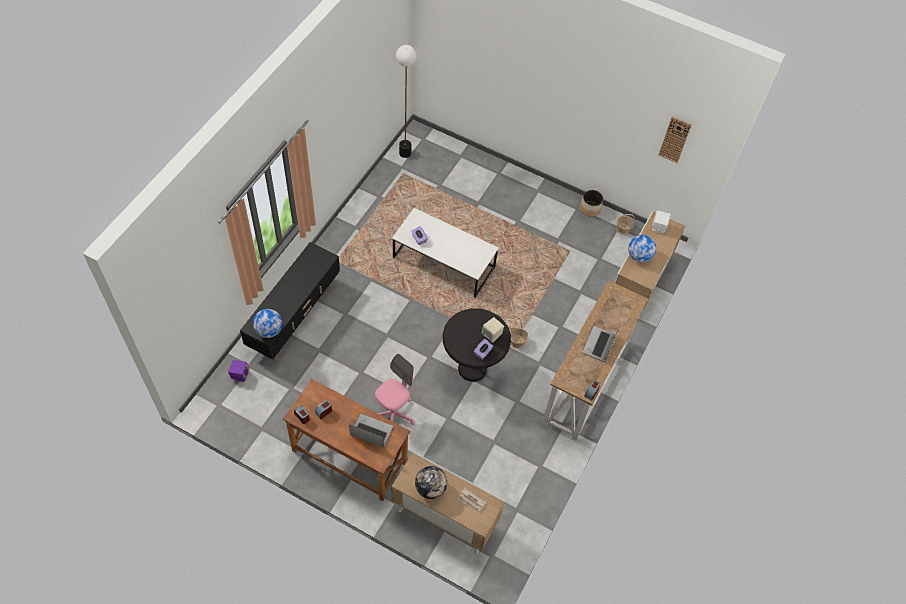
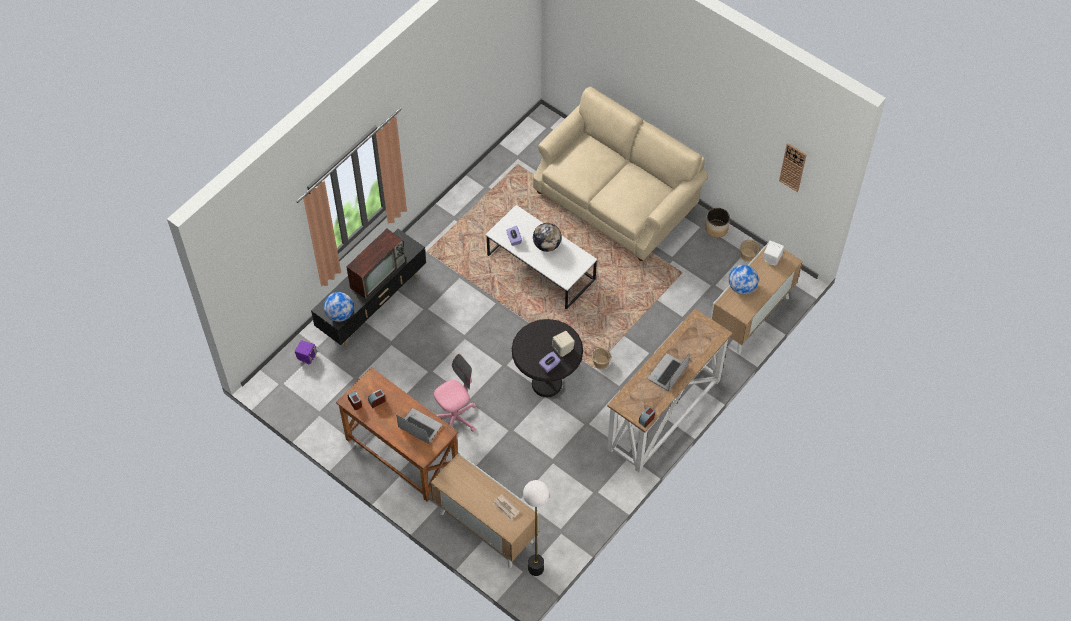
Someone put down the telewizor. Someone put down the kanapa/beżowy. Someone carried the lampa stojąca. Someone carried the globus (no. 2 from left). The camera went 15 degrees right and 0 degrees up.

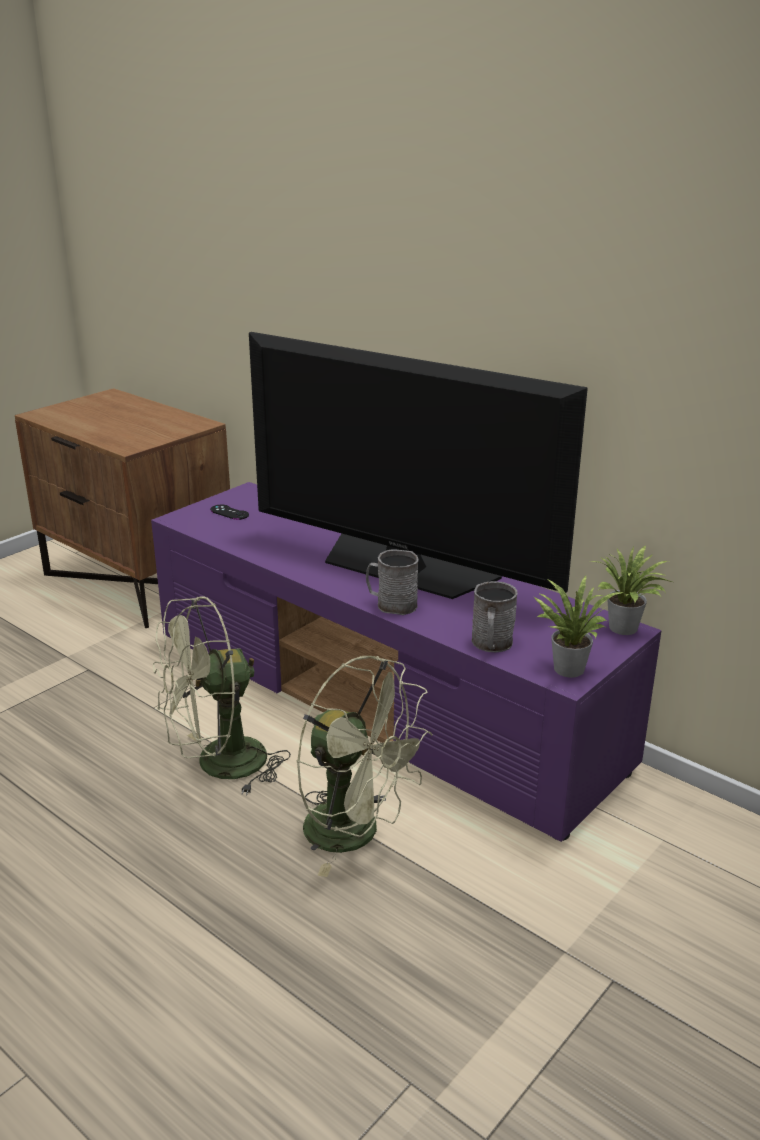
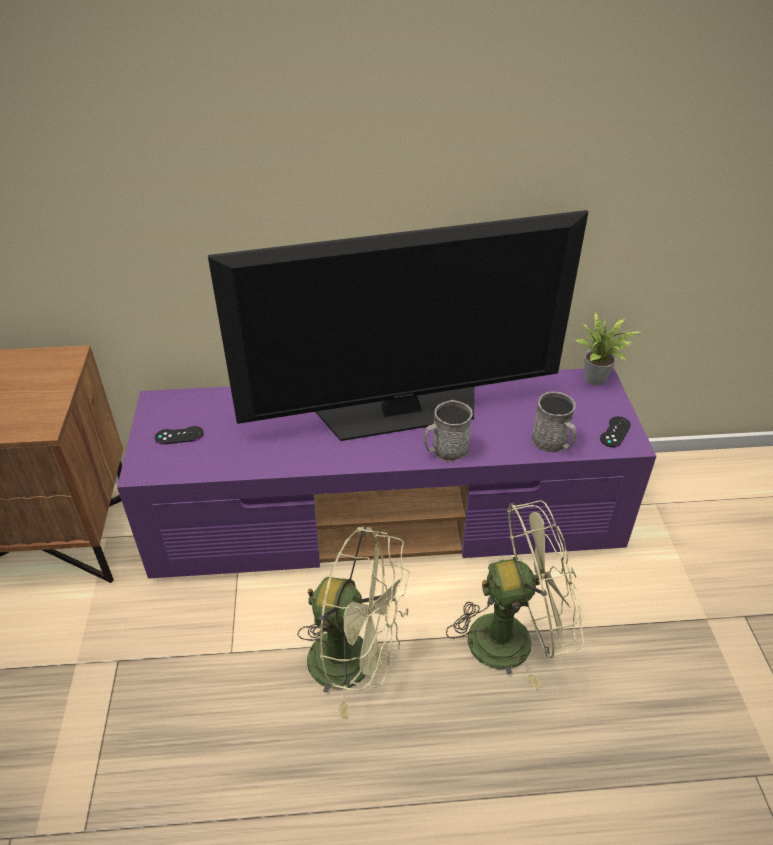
Someone swapped the roślina doniczkowa (no. 1 from left) for the pad do gier/czarny (no. 2 from left). Someone rotated the wentylator/zielony (no. 1 from left) by 90 degrees counterclockwise. The camera went 45 degrees left and 15 degrees up.

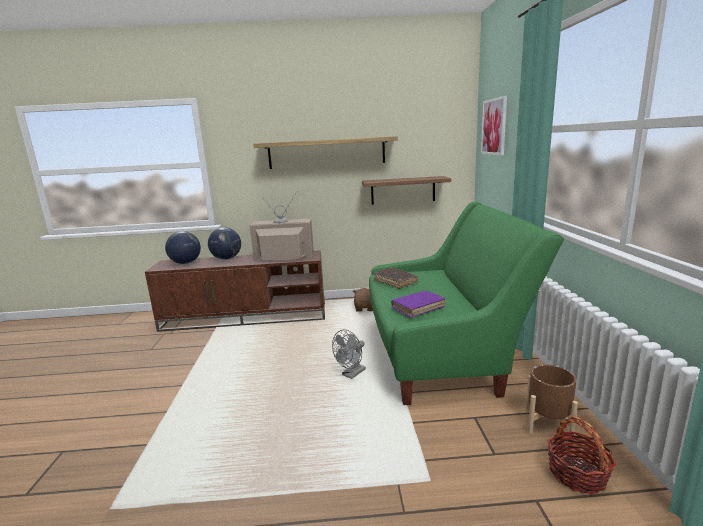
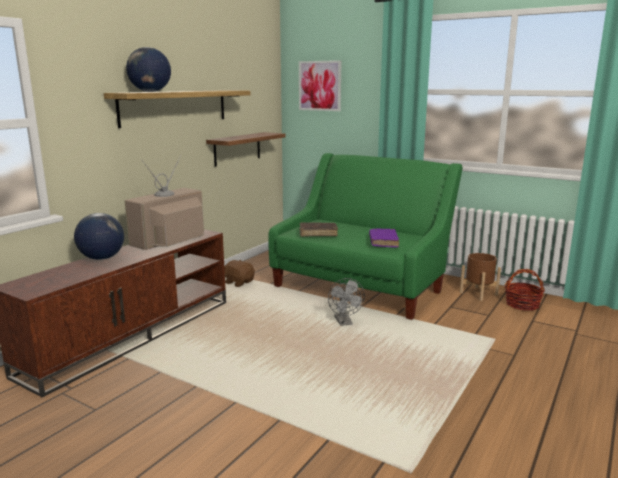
Someone carried the globus (no. 1 from left in the first image). The camera went 55 degrees left and 0 degrees up.

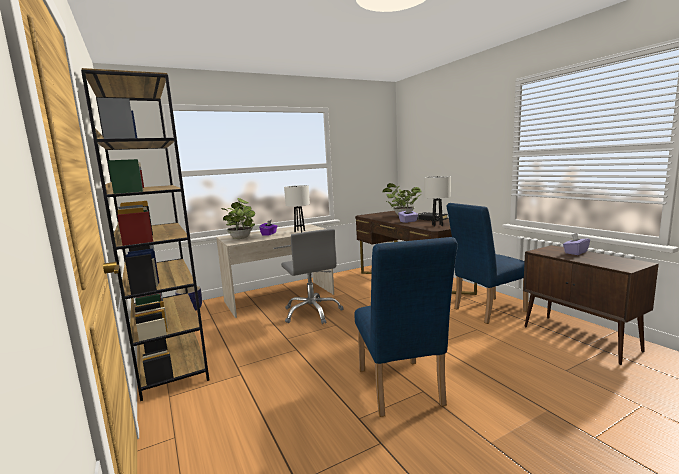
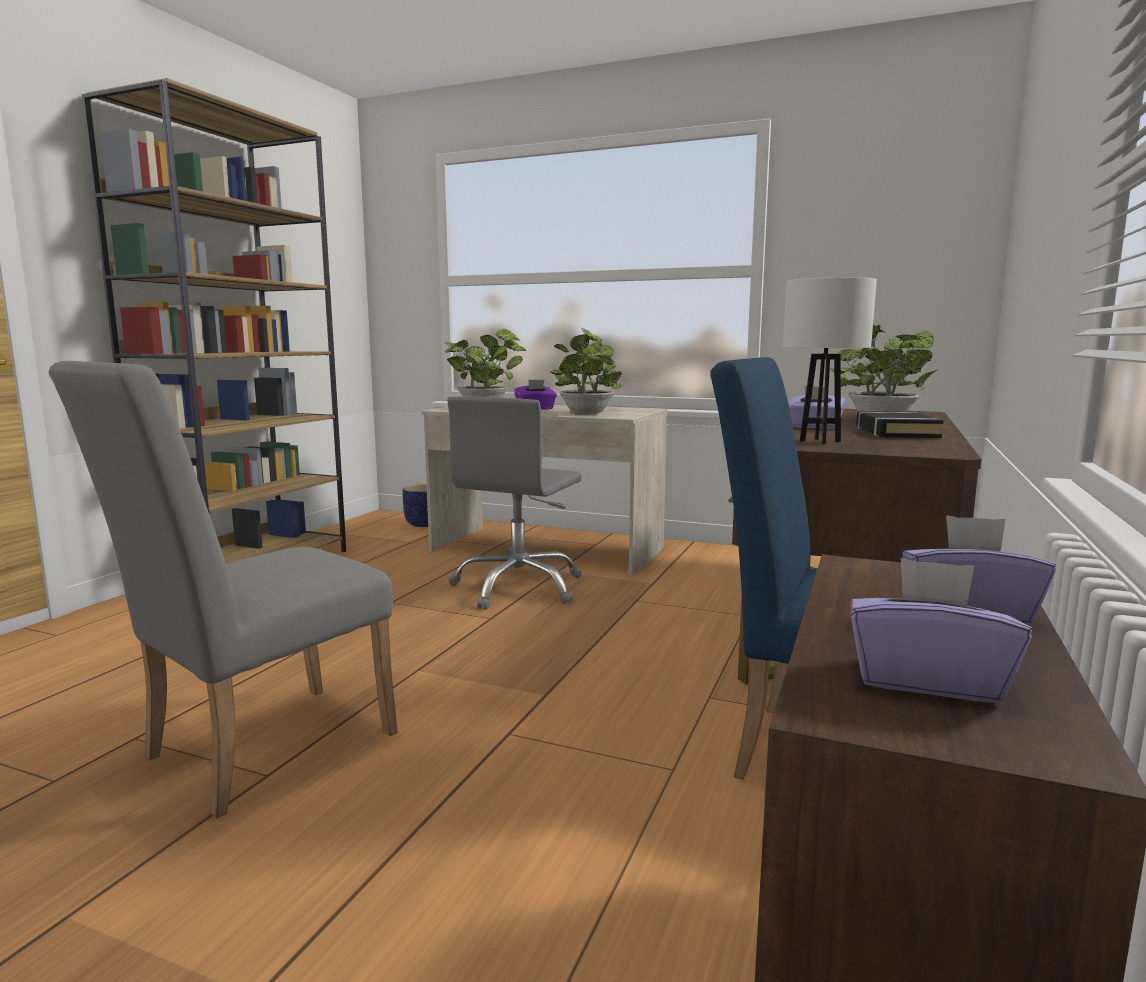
Someone put down the pudełko chusteczek/fioletowy (no. 3 from left). Someone swapped the lampa stołowa/biały (no. 1 from left) for the roślina doniczkowa (no. 2 from left). Someone repainted the krzesło/niebieski (no. 1 from left), which became the krzesło/szary. The camera went 50 degrees right and 0 degrees up.

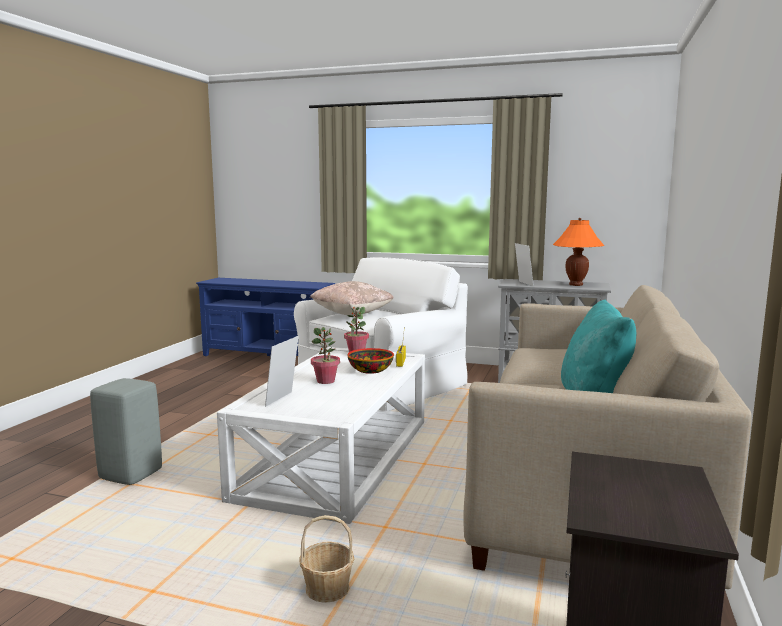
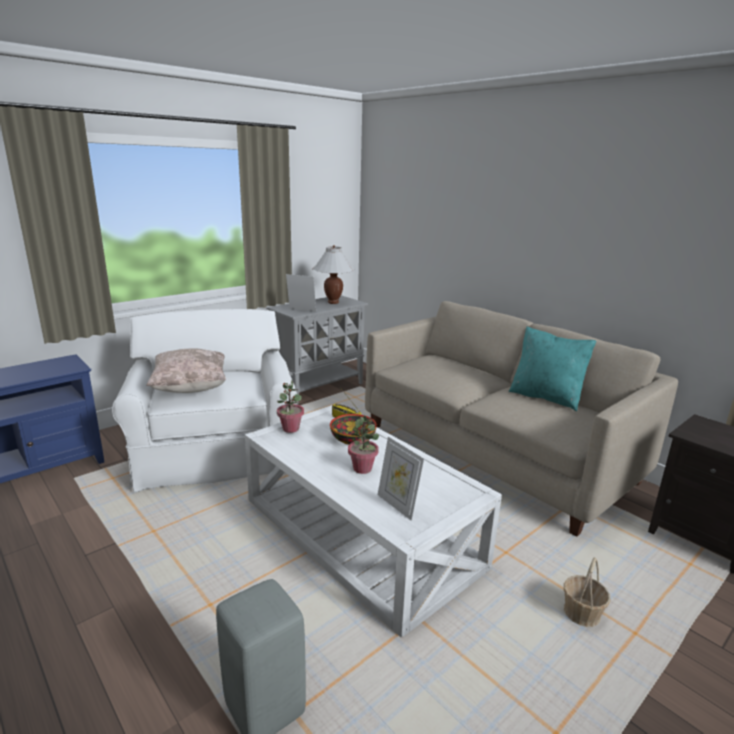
Someone repainted the lampa stołowa/pomarańczowy, which became the lampa stołowa/biały. The camera went 60 degrees left and 10 degrees up.

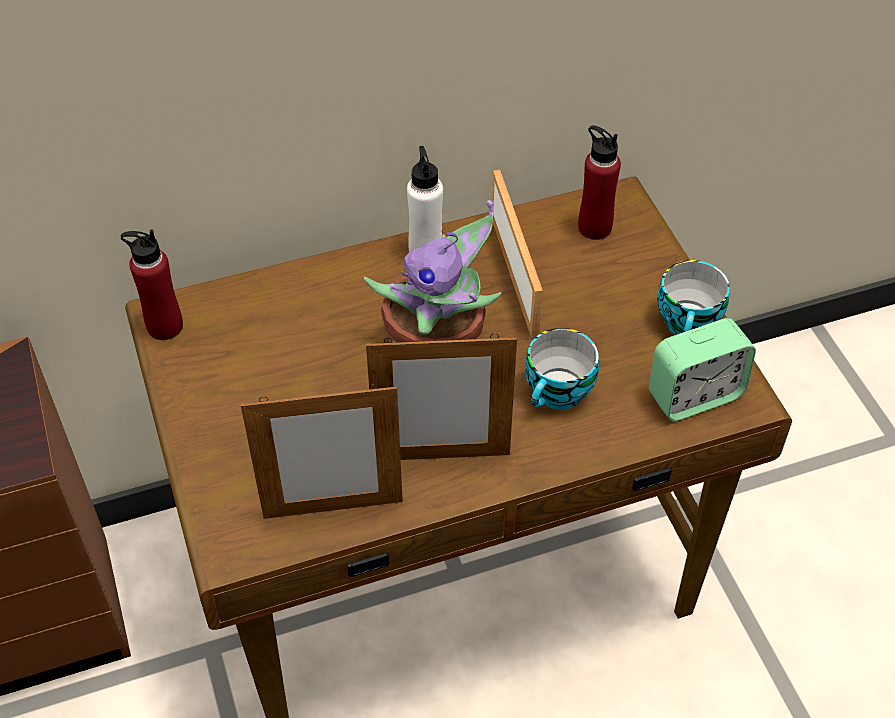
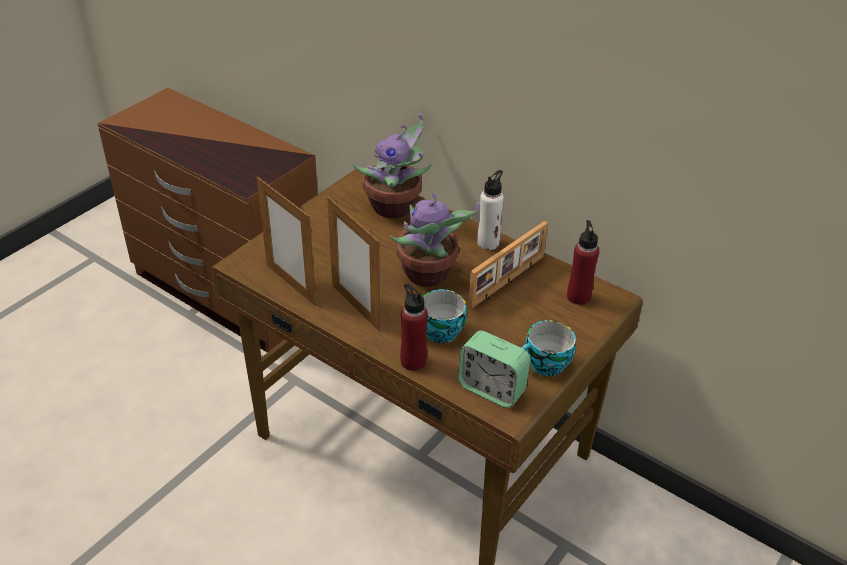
Someone put down the roślina doniczkowa (no. 1 from left). Someone carried the butelka/czerwony (no. 1 from left). The camera went 55 degrees right and 10 degrees down.

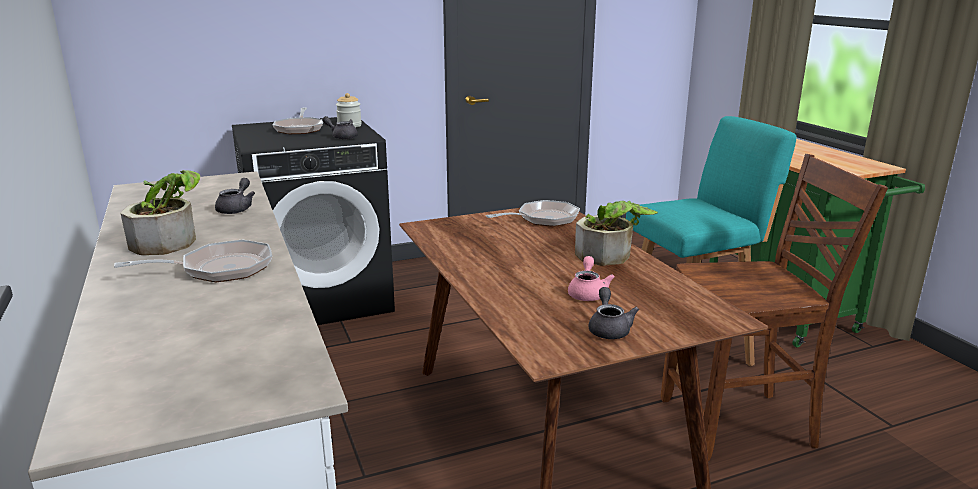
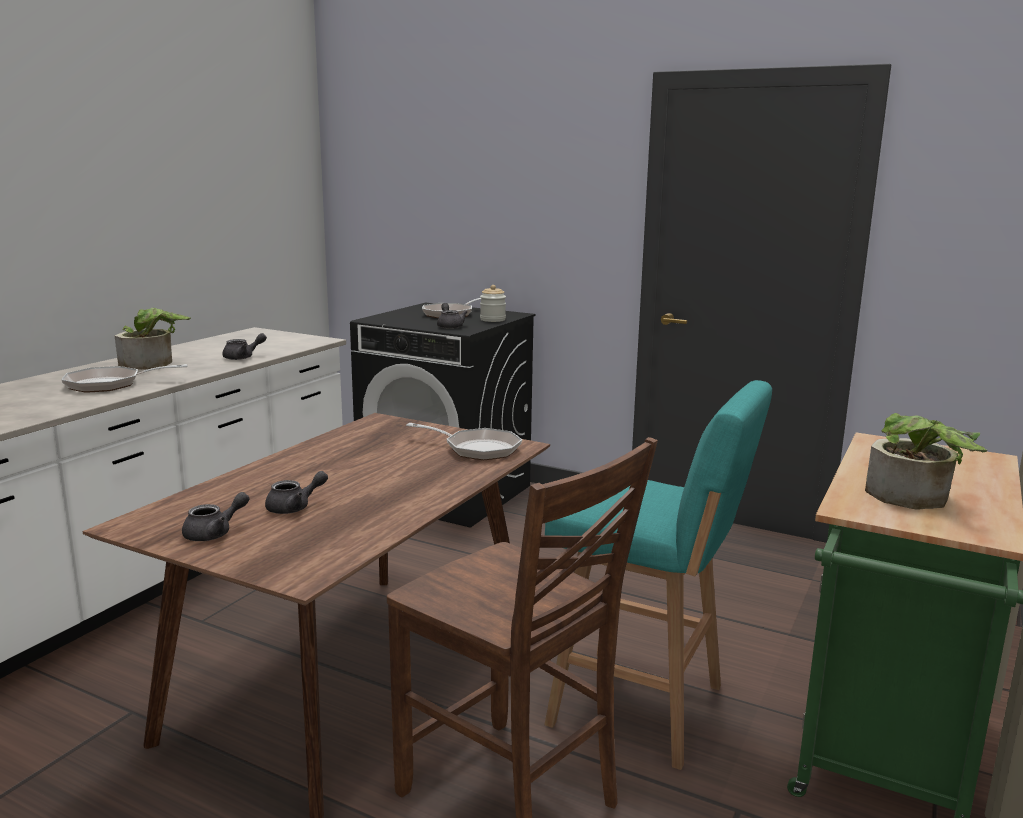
Someone carried the roślina doniczkowa (no. 2 from left). Someone repainted the imbryk/różowy, which became the imbryk/szary (no. 3 from left). Someone rotated the patelnia (no. 1 from left) by 135 degrees clockwise. The camera went 50 degrees right and 5 degrees down.

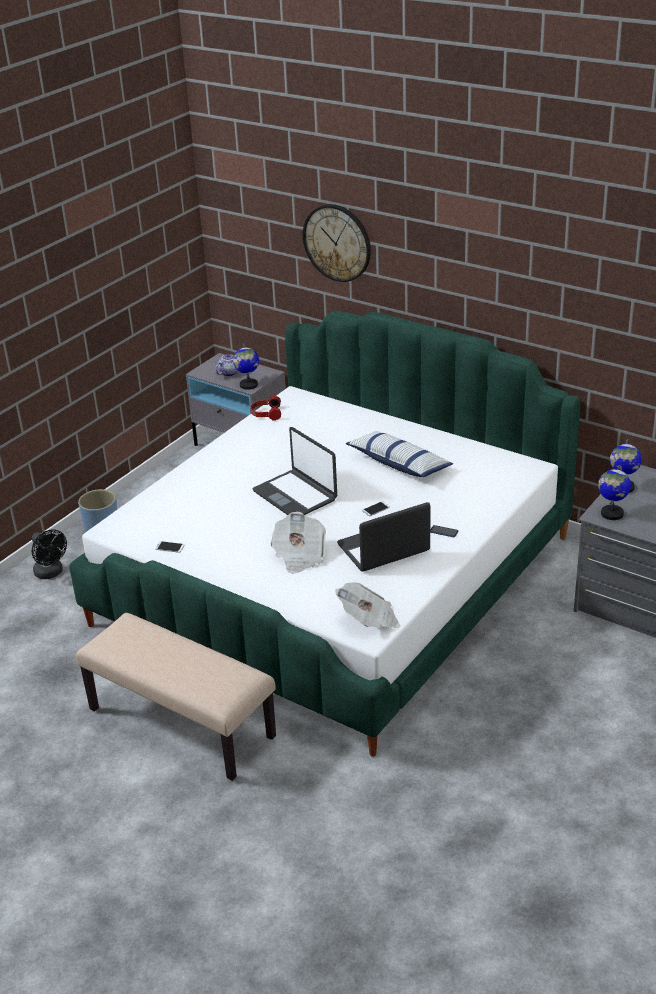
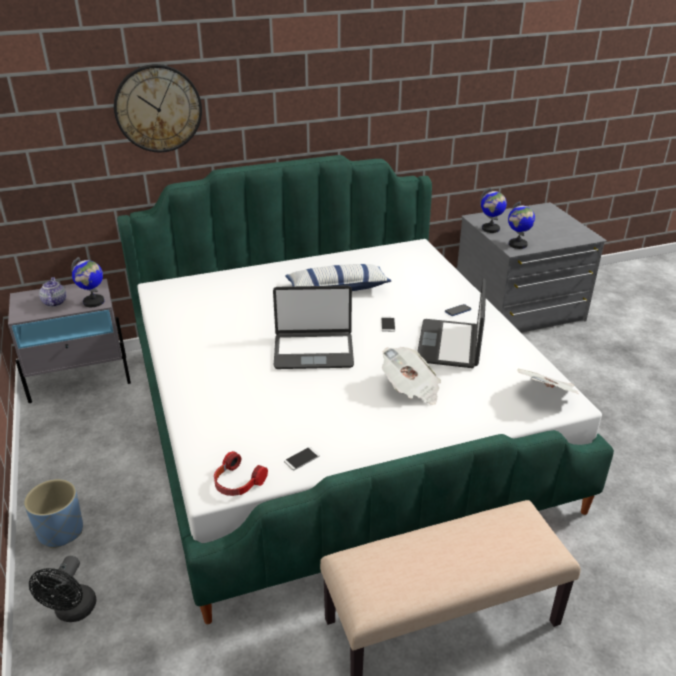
Someone carried the słuchawki. Someone rotated the wentylator/czarny by 105 degrees clockwise. The camera went 55 degrees left and 0 degrees up.

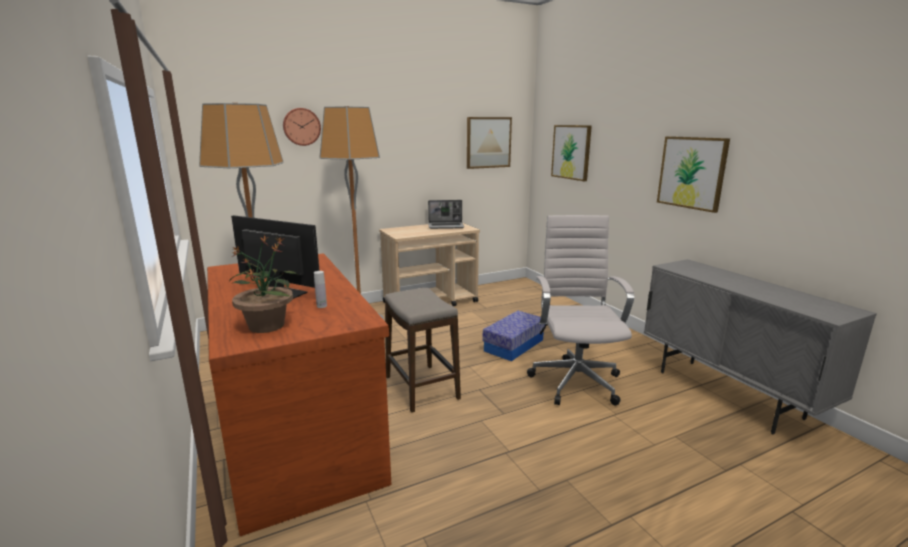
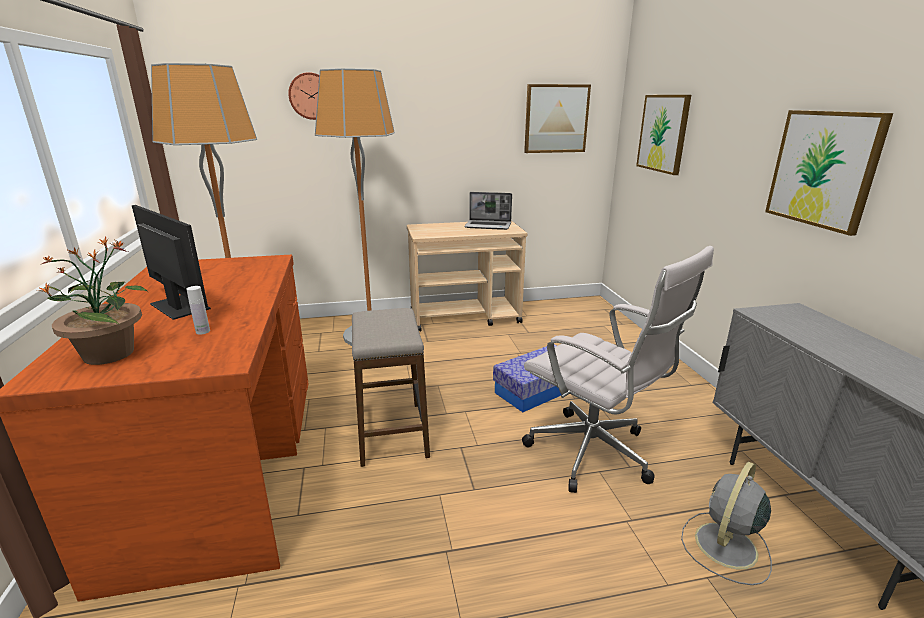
Someone put down the wentylator/szary. Someone rotated the krzesło biurowe/biały by 120 degrees clockwise. The camera went 15 degrees right and 5 degrees up.

